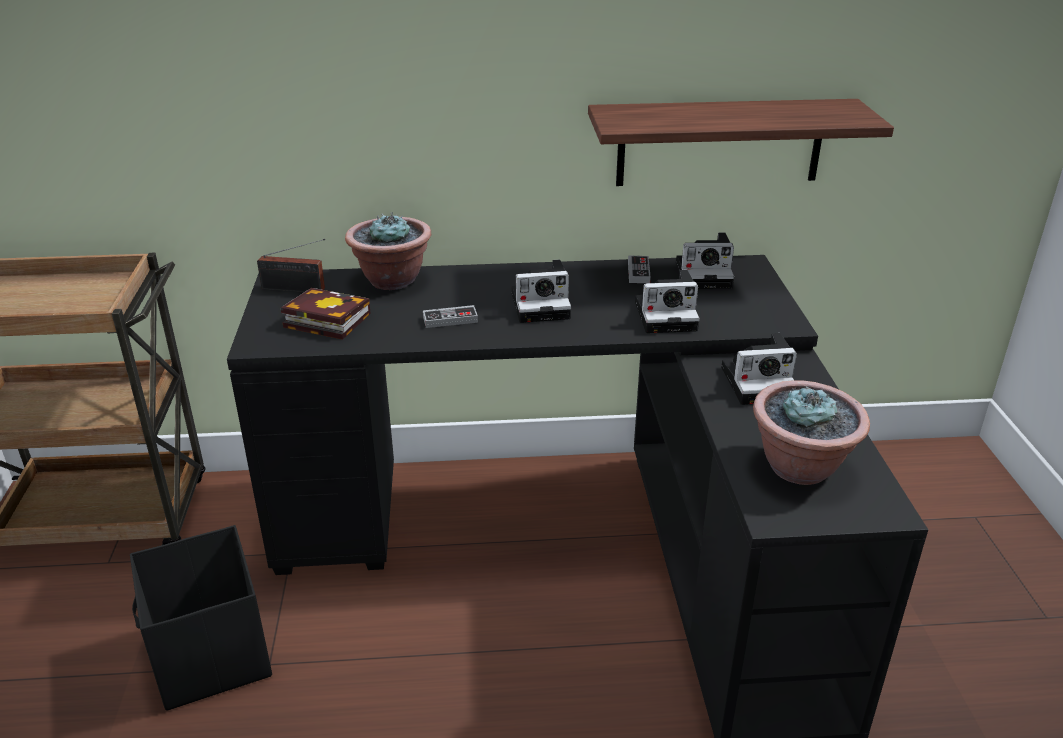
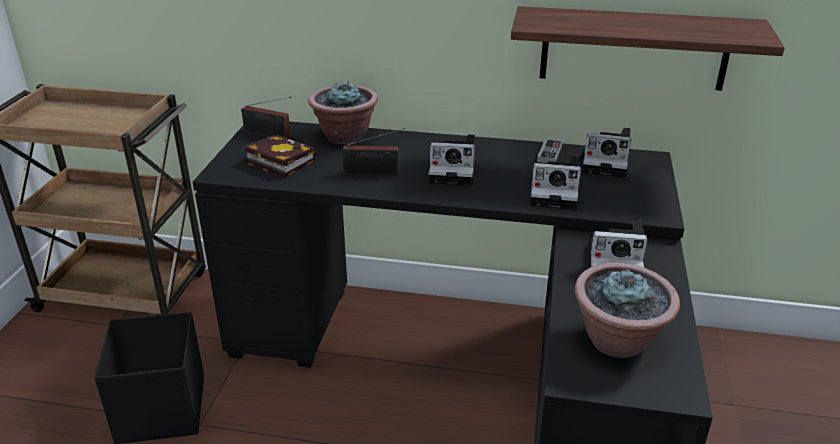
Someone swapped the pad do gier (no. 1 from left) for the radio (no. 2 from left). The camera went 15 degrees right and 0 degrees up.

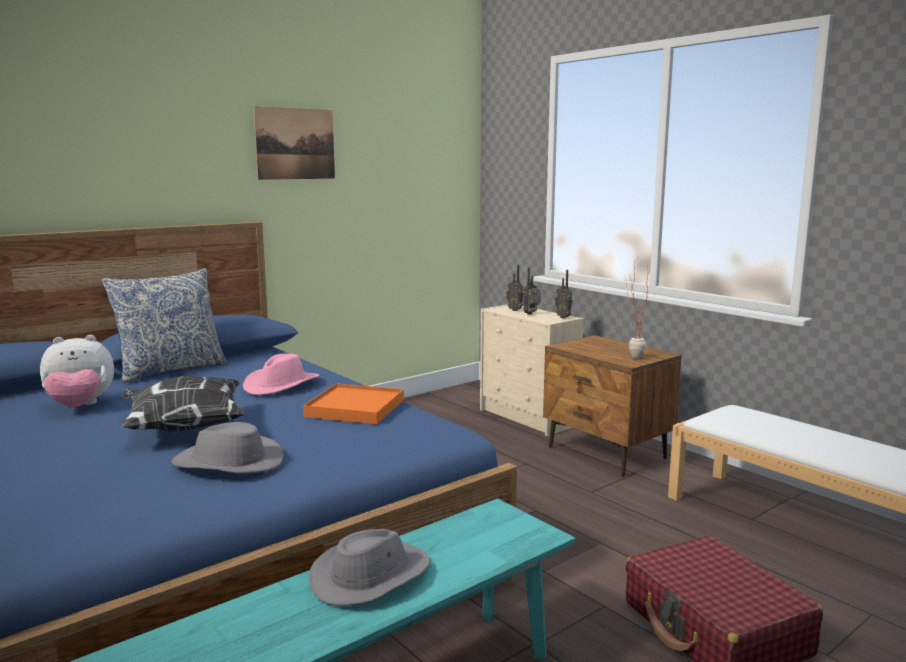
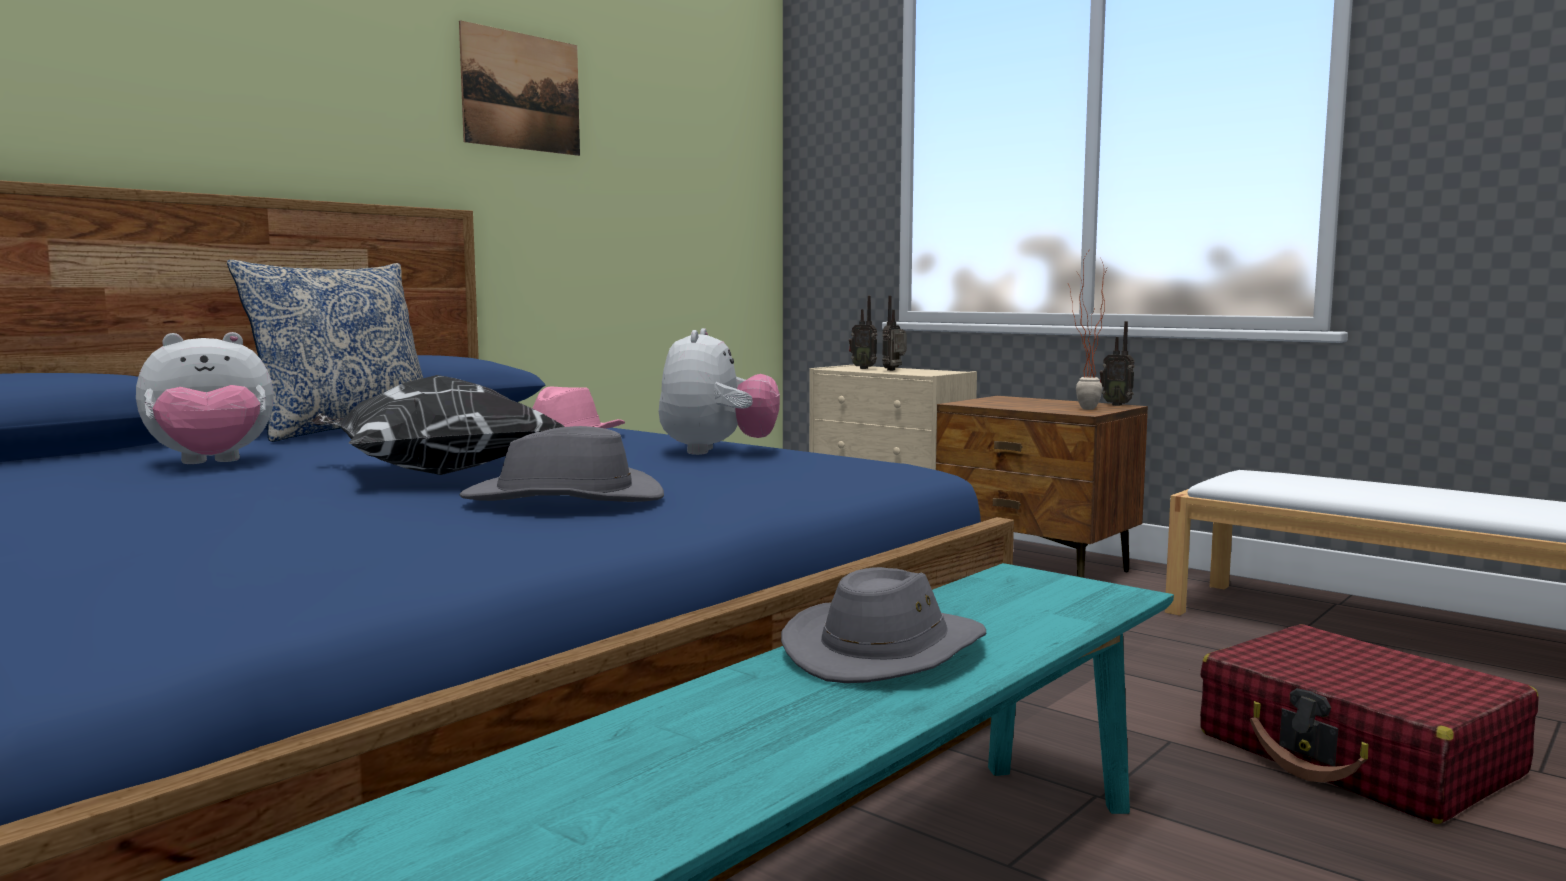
Someone carried the radio (no. 3 from left). Someone swapped the taca/pomarańczowy for the pluszak (no. 2 from left). The camera went 10 degrees left and 5 degrees down.

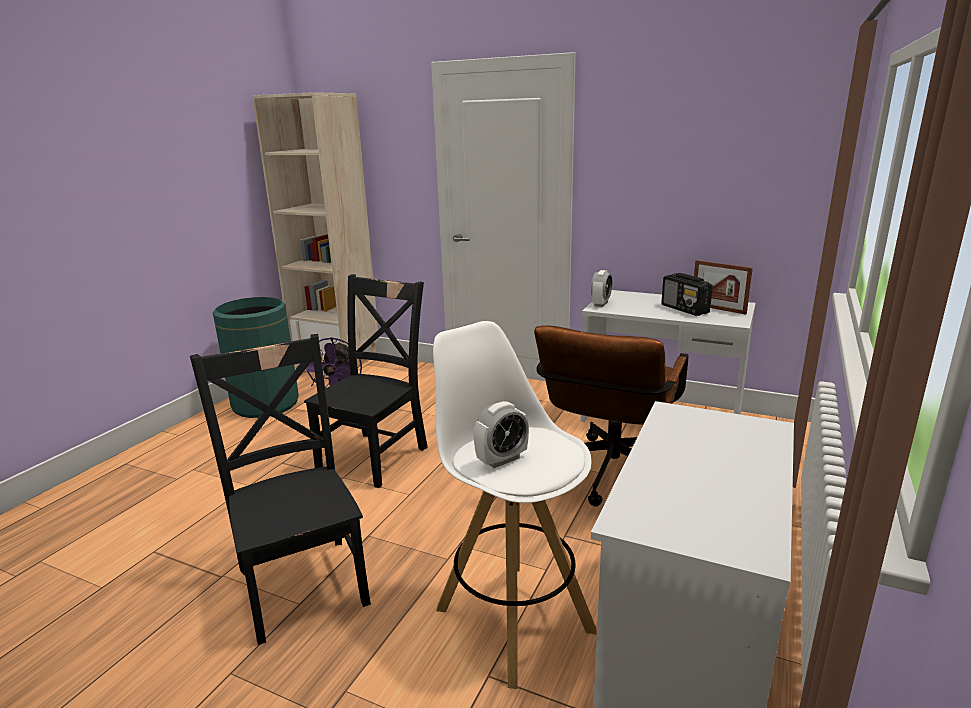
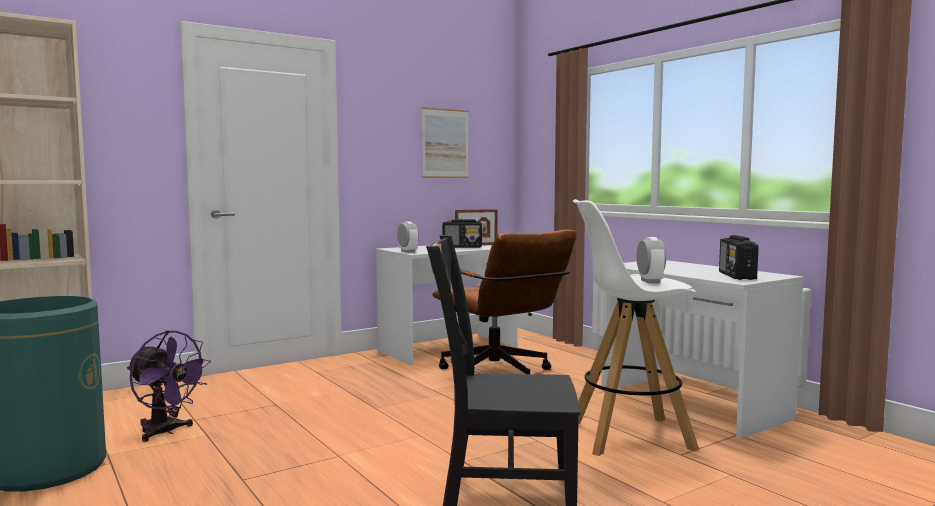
Someone took away the krzesło/czarny (no. 2 from left). Someone put up the obraz. Someone put down the radio (no. 2 from left). The camera went 60 degrees left and 15 degrees down.

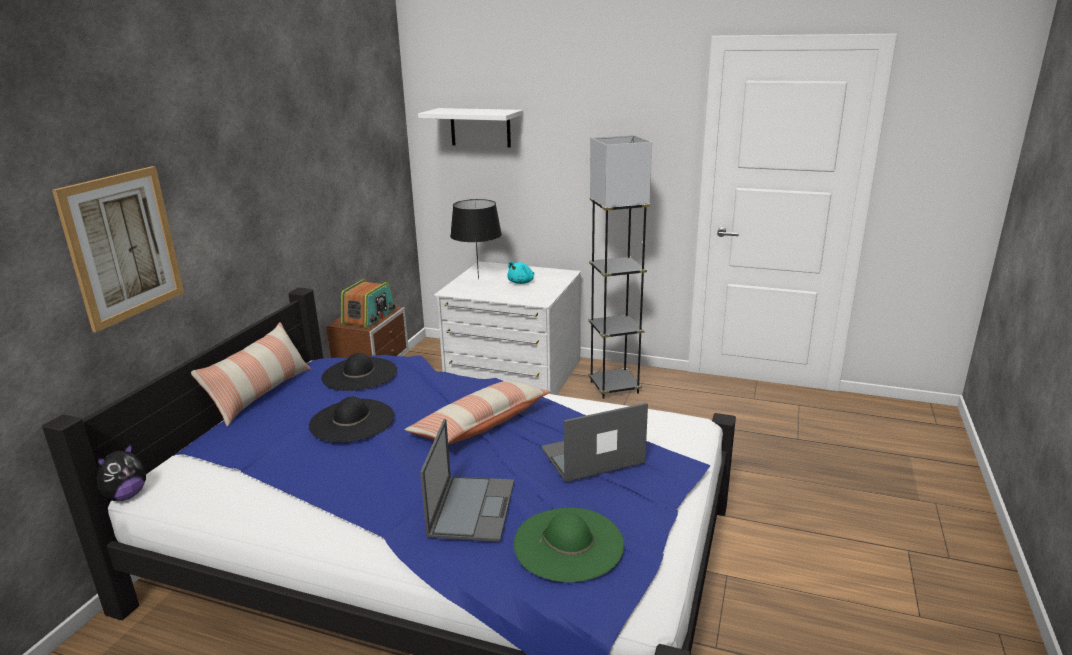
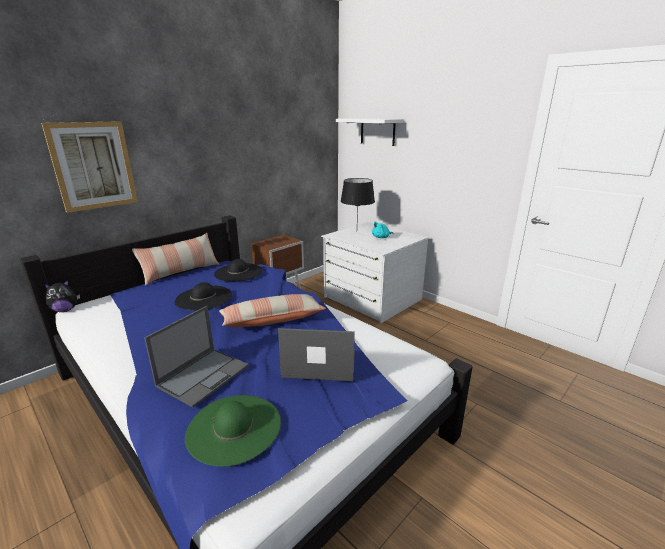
Someone took away the radio. Someone took away the lampa stojąca/czarny. The camera went 25 degrees right and 0 degrees up.

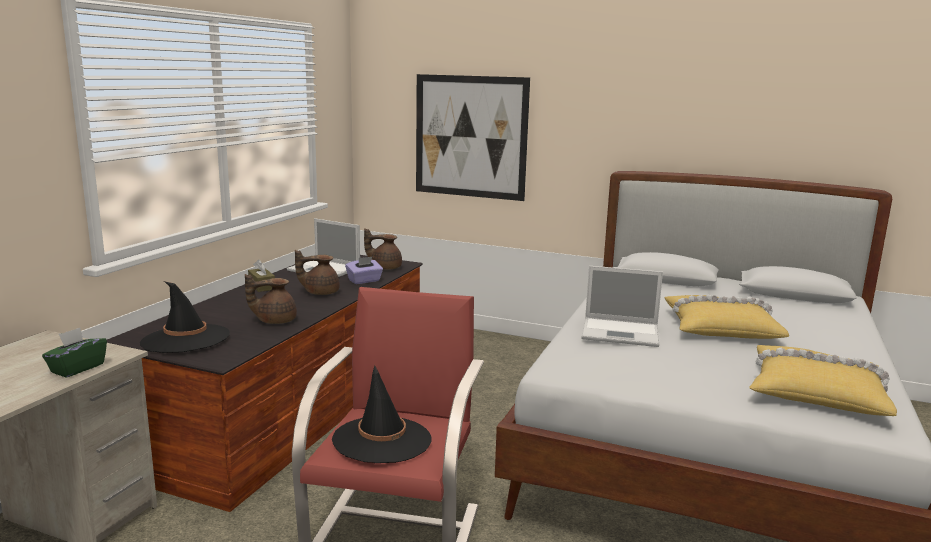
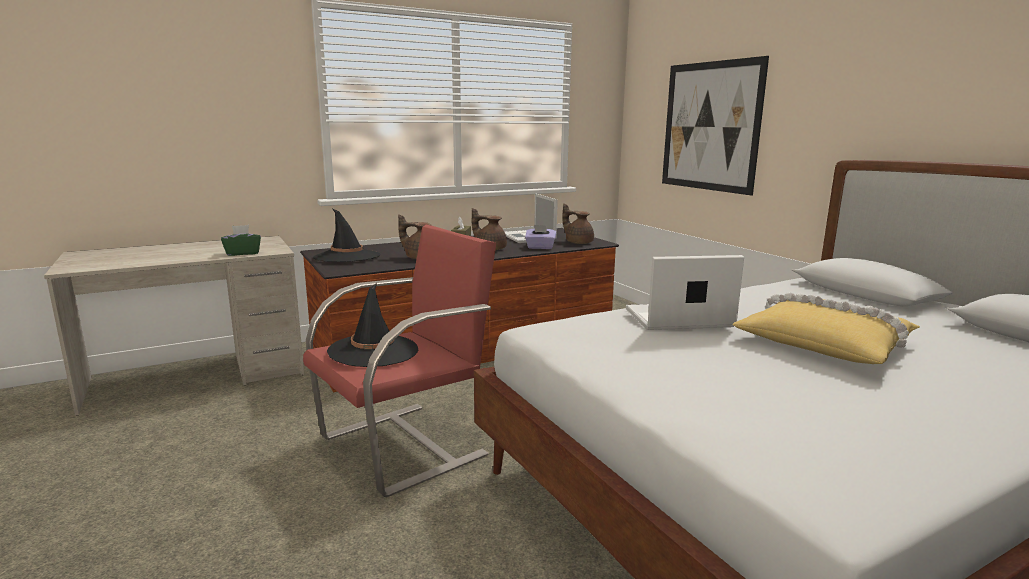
Someone took away the poduszka/żółty (no. 2 from left). Someone rotated the laptop (no. 2 from left) by 120 degrees clockwise. The camera went 40 degrees right and 0 degrees up.

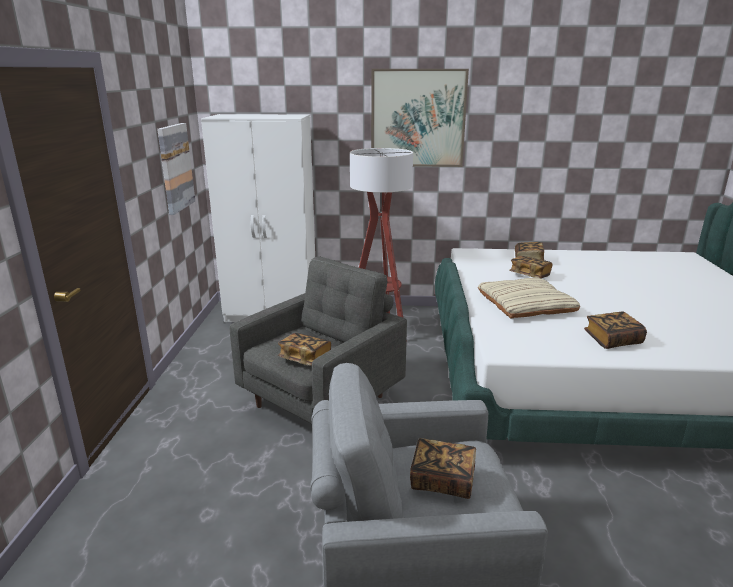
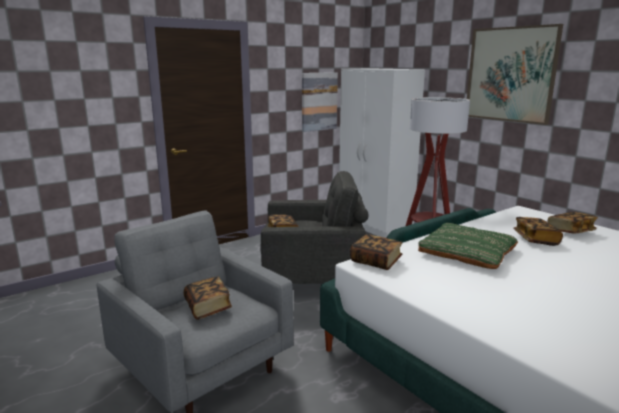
Someone carried the książka (no. 5 from left in the first image). Someone repainted the poduszka/beżowy, which became the poduszka/zielony. The camera went 50 degrees right and 5 degrees down.

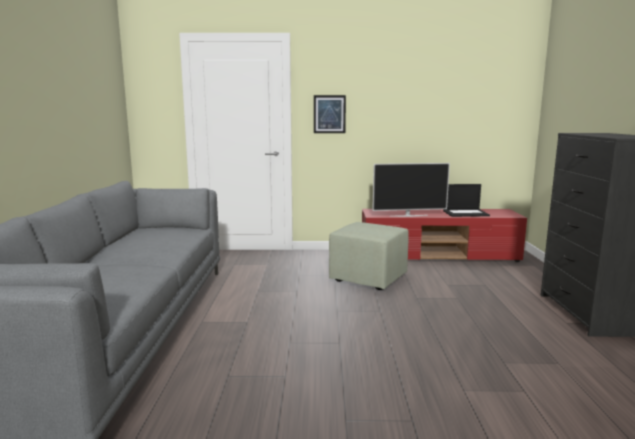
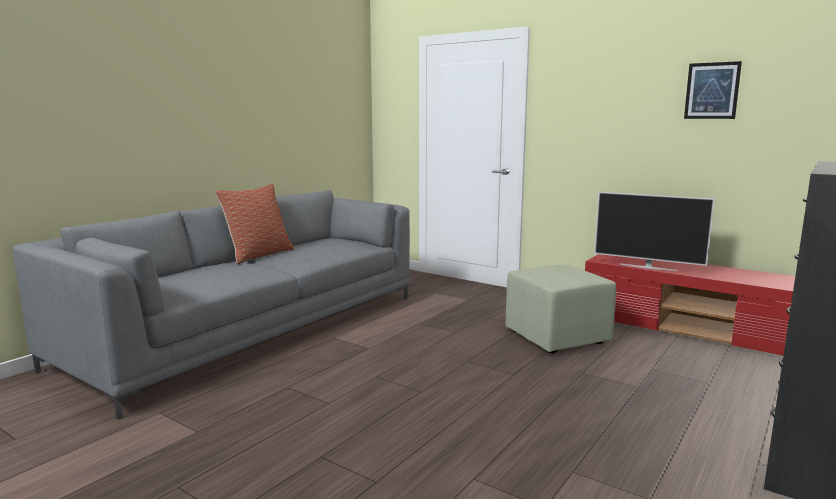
Someone took away the laptop. Someone put down the poduszka. Someone carried the obraz. The camera went 35 degrees right and 0 degrees up.

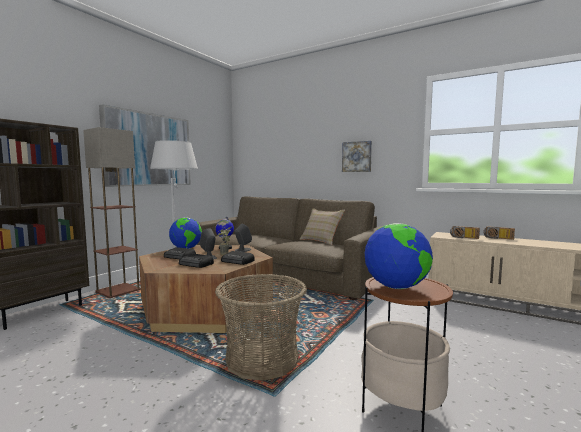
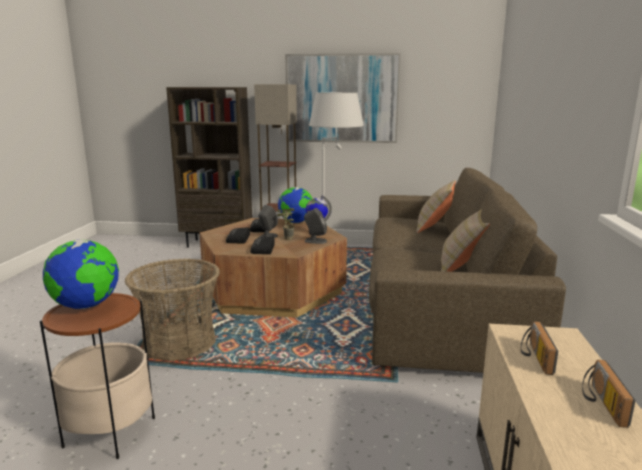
Someone took away the obraz (no. 2 from left). Someone put down the poduszka/beżowy (no. 1 from left). The camera went 65 degrees right and 10 degrees up.

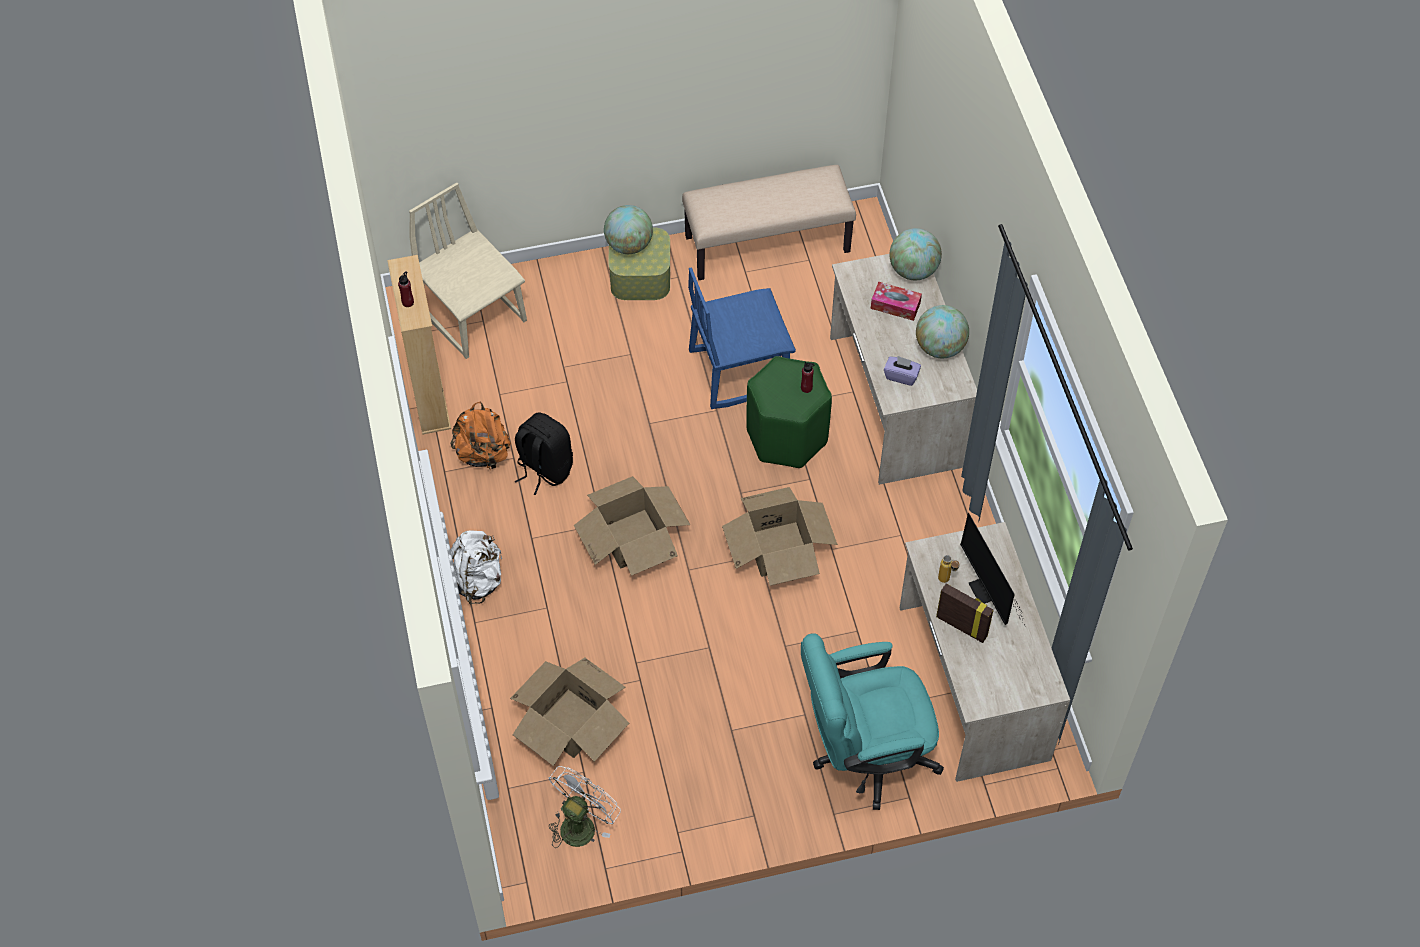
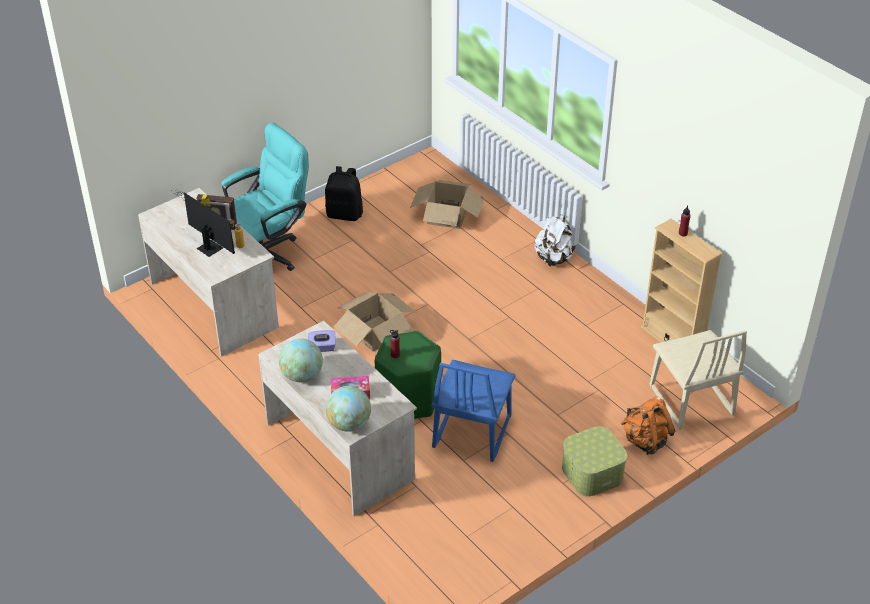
Someone took away the wentylator/biały. Someone took away the karton (no. 2 from left). Someone took away the globus (no. 1 from left). Someone took away the ławka/beżowy. Someone carried the plecak/pomarańczowy. Someone carried the plecak/czarny. Someone rotated the krzesło/beżowy by 45 degrees clockwise. Someone rotated the krzesło/niebieski by 150 degrees clockwise. The camera went 155 degrees right and 15 degrees down.

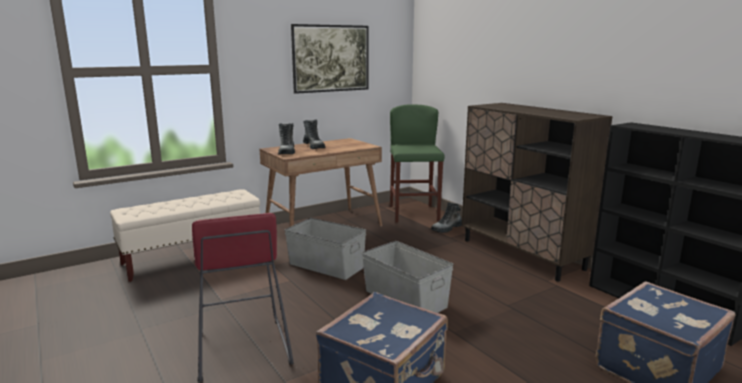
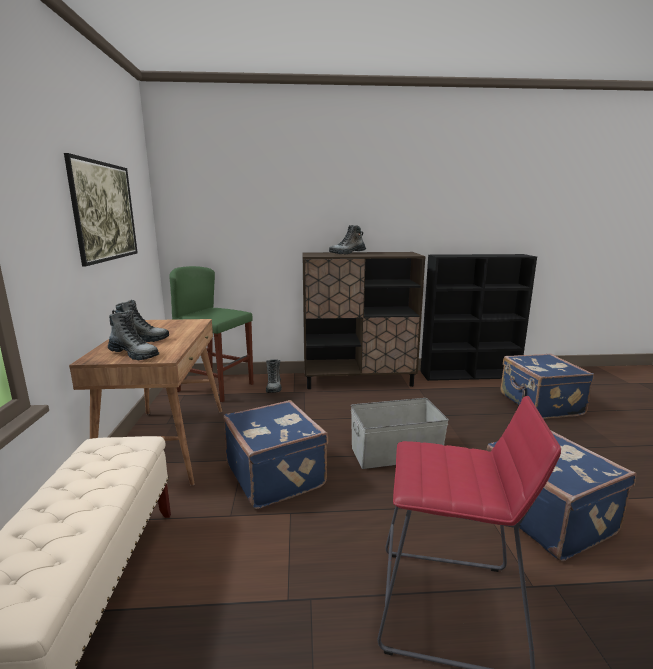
Someone put down the but z cholewką (no. 4 from left). Someone swapped the pojemnik do przechowywania/szary (no. 1 from left) for the walizka/niebieski (no. 1 from left). The camera went 60 degrees left and 0 degrees up.

